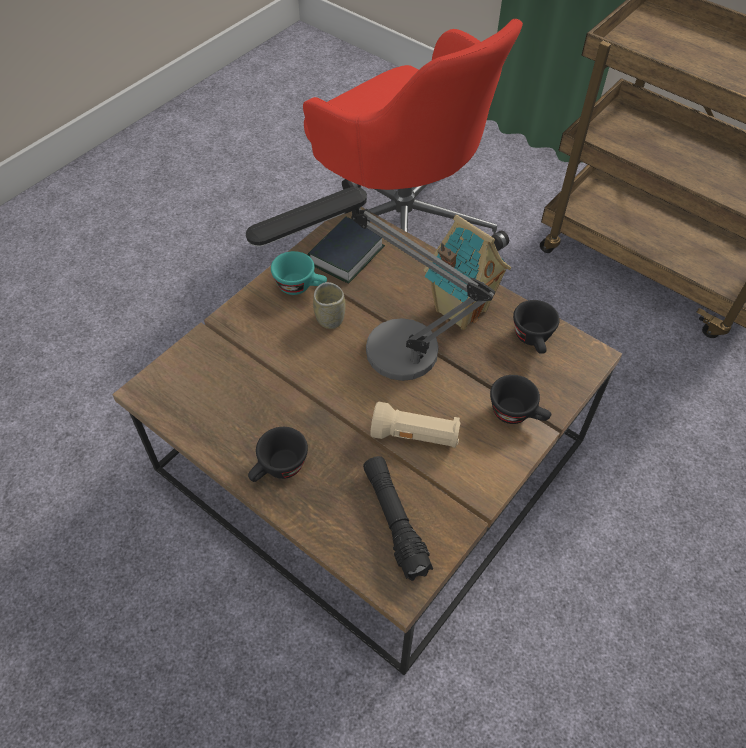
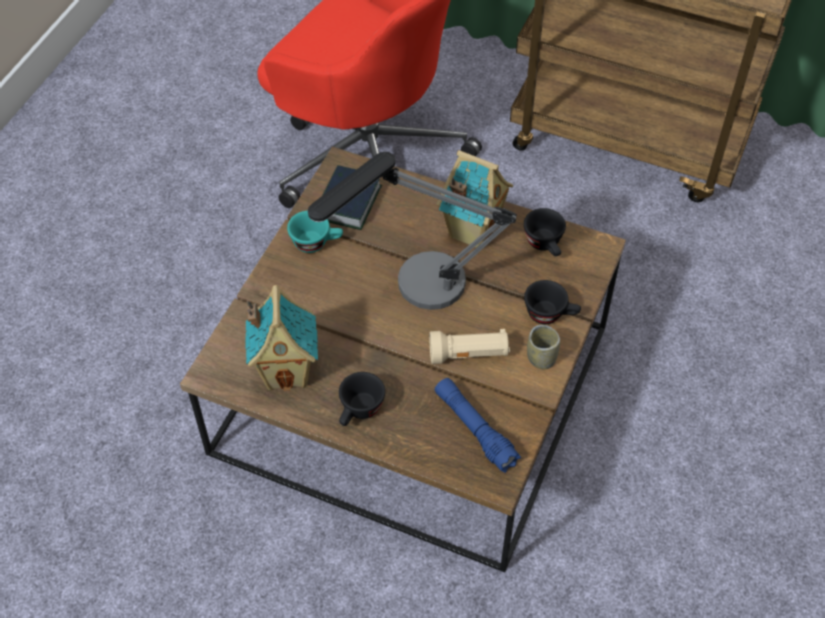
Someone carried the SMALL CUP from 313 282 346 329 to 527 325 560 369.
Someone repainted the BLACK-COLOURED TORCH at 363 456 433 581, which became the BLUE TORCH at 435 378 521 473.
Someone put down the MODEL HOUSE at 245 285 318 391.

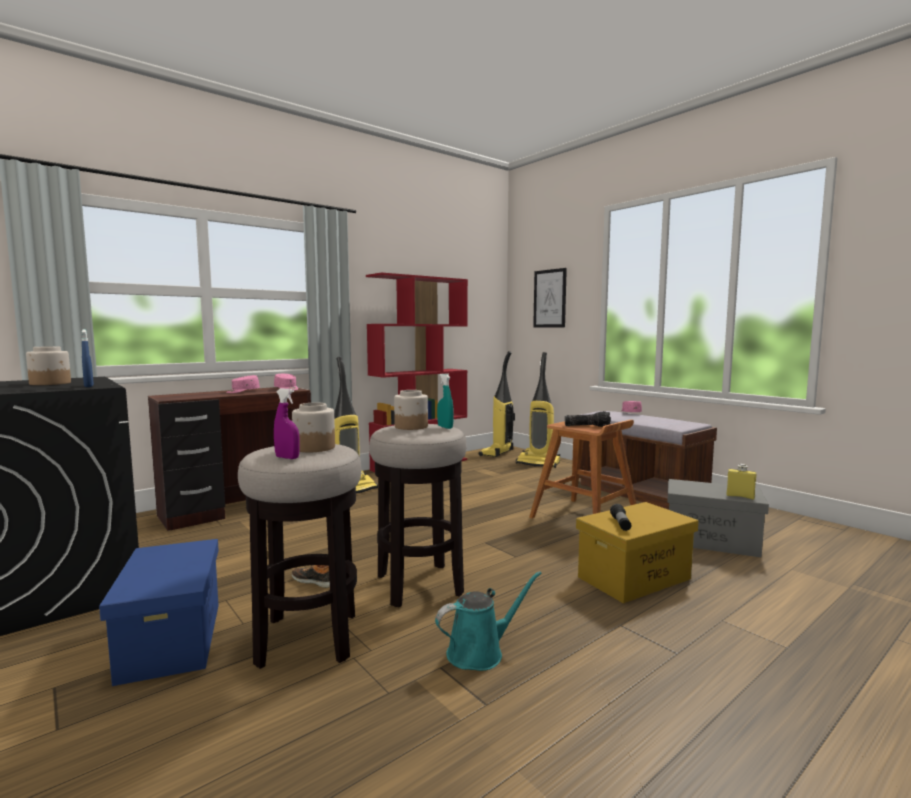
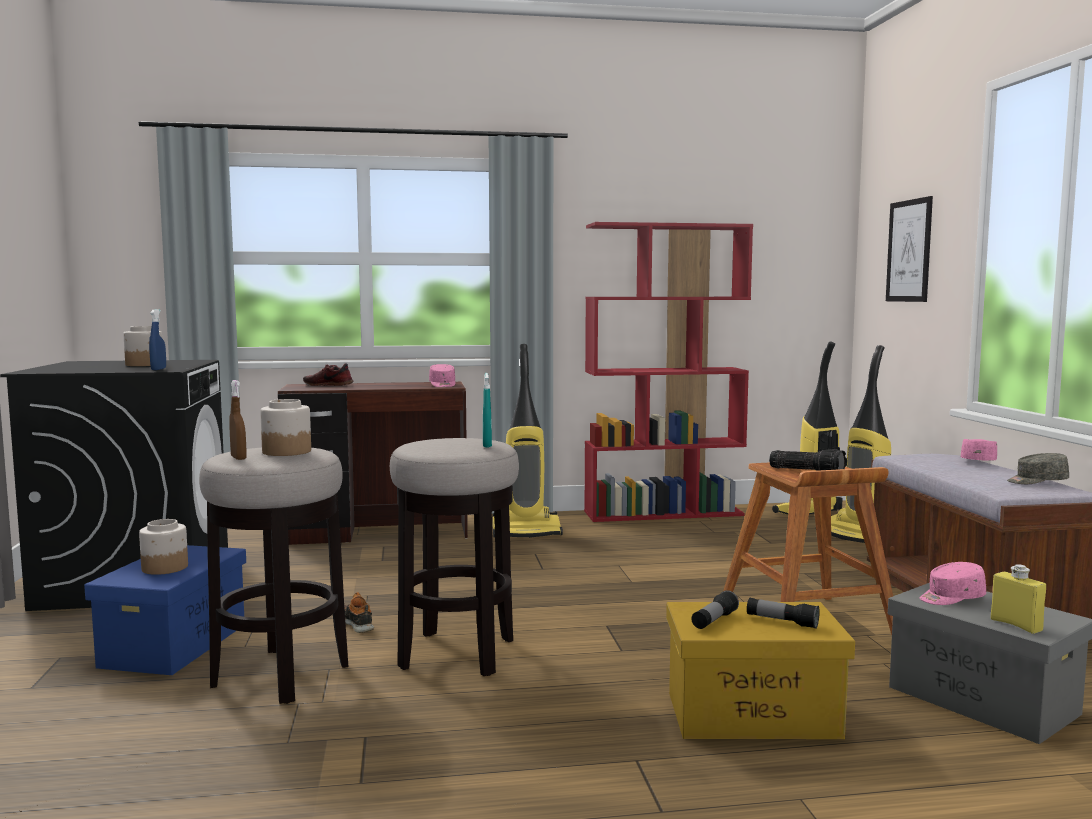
Someone carried the PINK BASEBALL CAP from 226 375 260 393 to 920 562 986 605.
Someone repainted the PURPLISH SPRAYER at 274 388 300 459, which became the BROWN-COLOURED SPRAYER at 229 380 246 460.
Someone carried the STORAGE JAR from 394 390 428 430 to 139 519 188 575.
Someone took away the TURQUOISE WATERING POT at 435 571 542 671.
Someone put down the SHOE at 303 363 353 386.
Someone put down the GREYISH BASEBALL CAP at 1007 453 1069 484.
Someone put down the TORCH at 747 598 820 629.

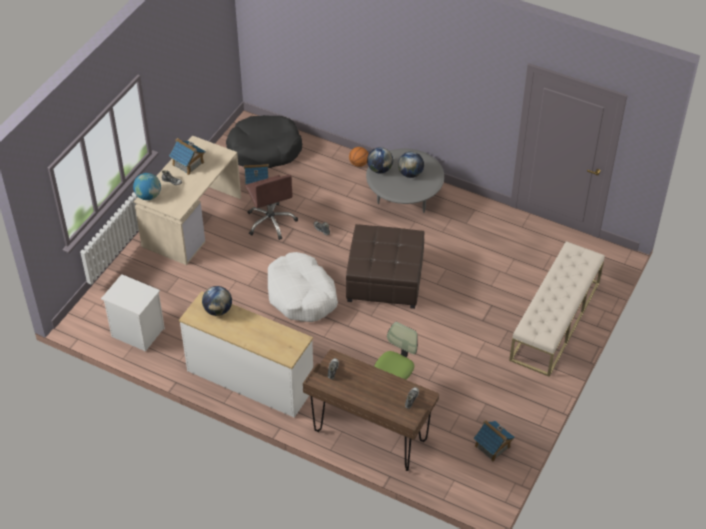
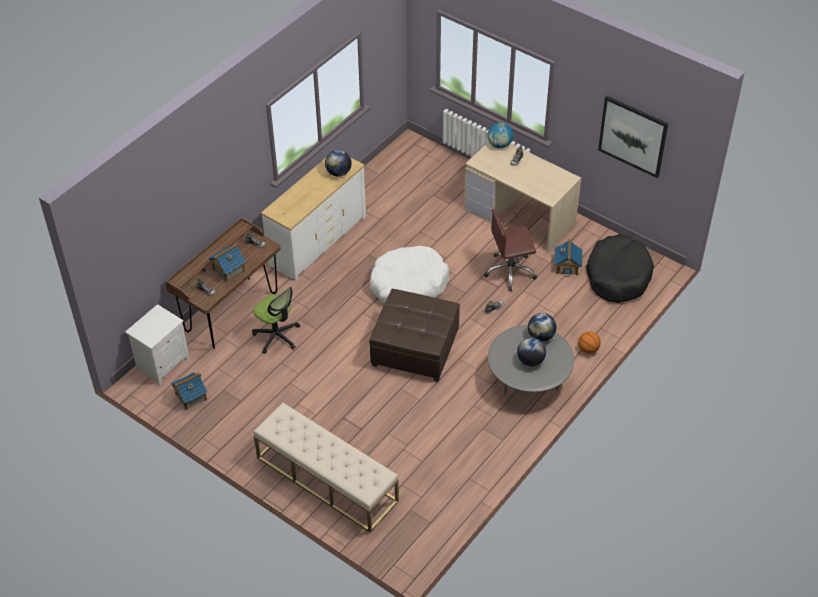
Someone carried the MODEL HOUSE from 169 138 206 175 to 208 243 246 282.
Someone carried the WHITE-COLOURED NIGHT TABLE from 101 274 165 352 to 125 304 190 385.
Someone put up the WALL ART at 598 96 668 178.

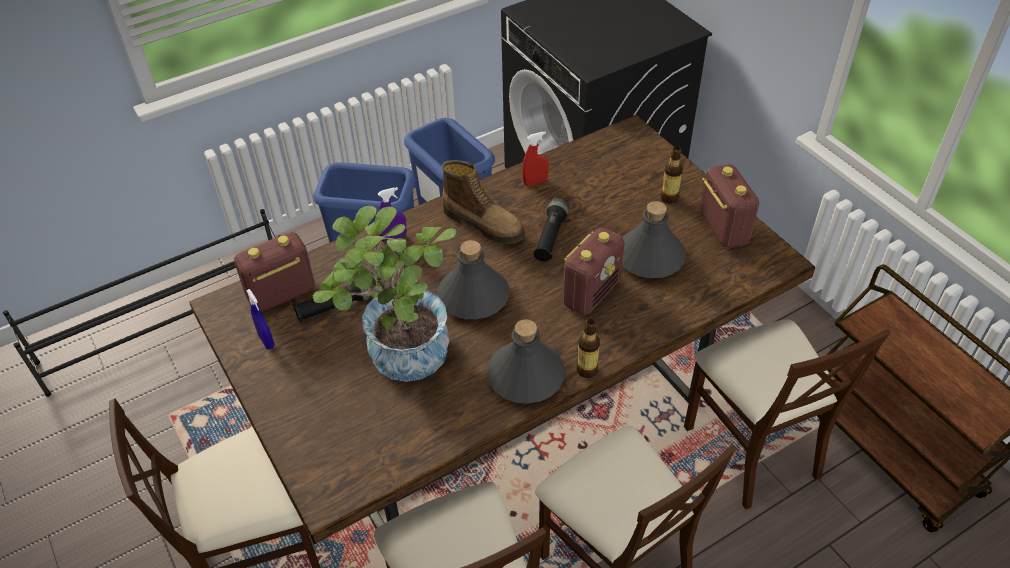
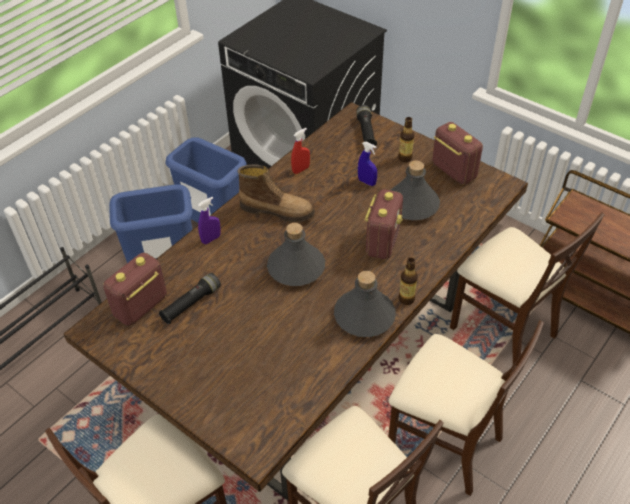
Someone carried the BLACK-COLOURED TORCH from 534 197 569 262 to 356 105 377 146.
Someone took away the HOUSEPLANT at 313 206 456 382.
Someone carried the BLUE SPRAYER from 246 289 275 349 to 358 142 377 186.

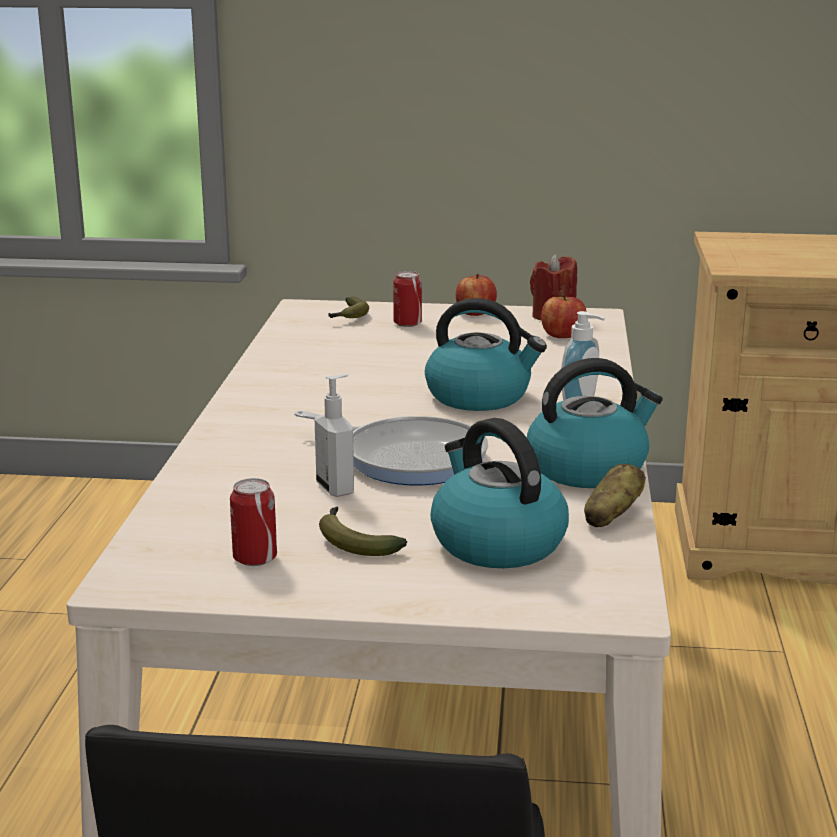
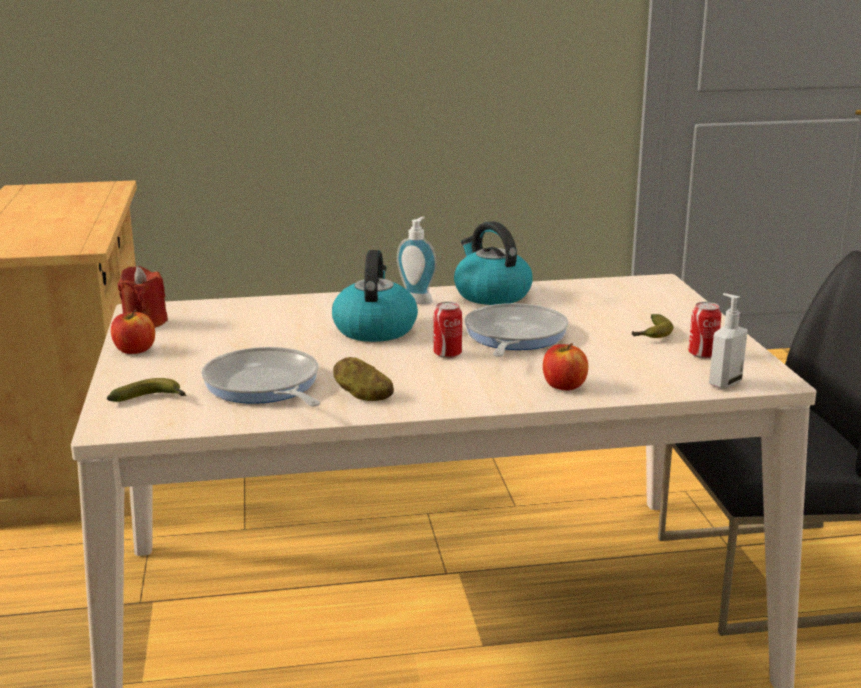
Someone carried the SEALED CAN from 393 271 422 327 to 434 302 462 358.
Someone carried the WHOLE APPLE from 541 294 587 338 to 543 343 588 391.
Someone carried the LIQUID SOAP BOTTLE from 315 374 354 497 to 709 293 748 389.
Someone took away the WATER KETTLE at 430 418 569 568.
Someone carried the SPUD from 584 464 646 527 to 333 357 394 401.
Someone put down the SKILLET at 201 347 320 407.

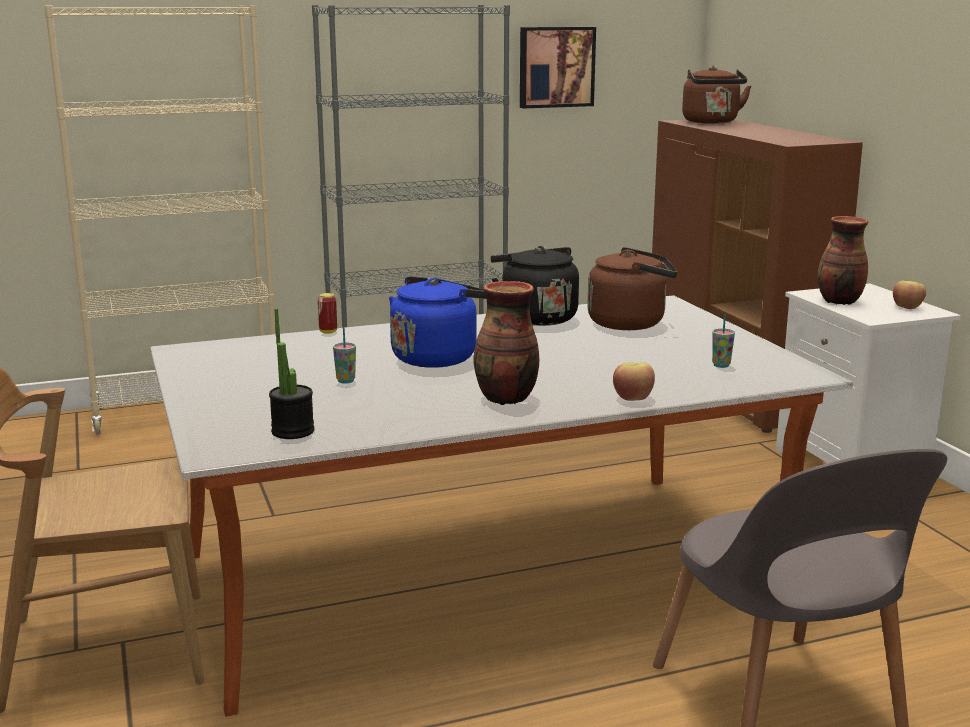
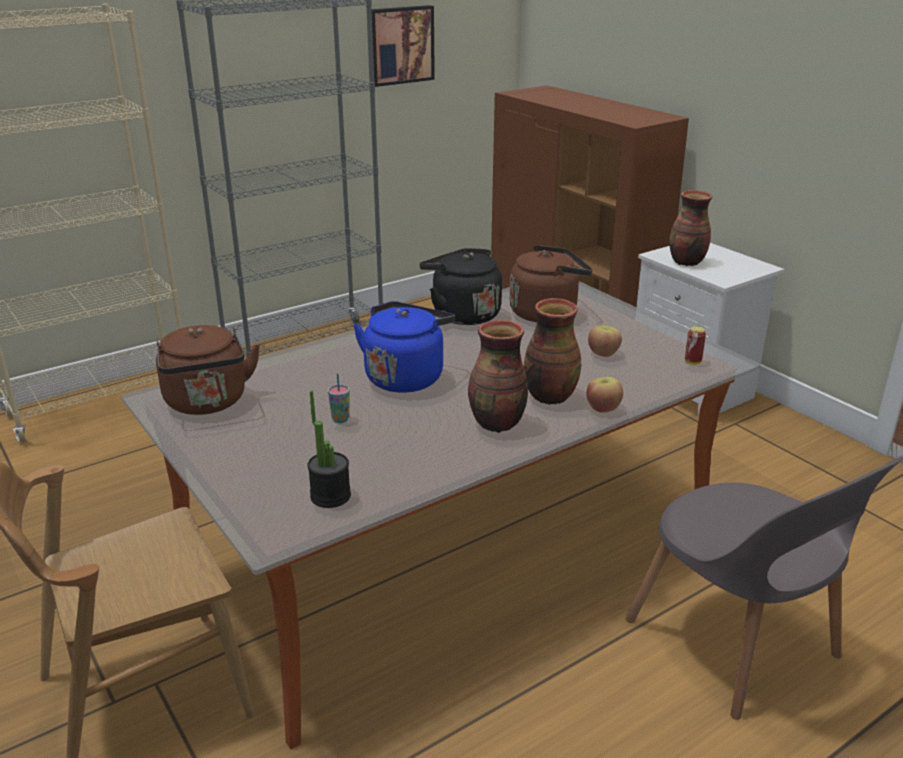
Someone carried the BROWN-COLOURED WATER KETTLE from 682 66 751 124 to 156 325 260 415.
Someone carried the WHOLE APPLE from 893 280 926 309 to 588 325 622 357.
Someone carried the SEALED CAN from 318 293 337 334 to 685 326 706 365.
Someone took away the SMALL CUP at 712 314 735 368.
Someone put down the FLOWER VASE at 524 298 581 405.

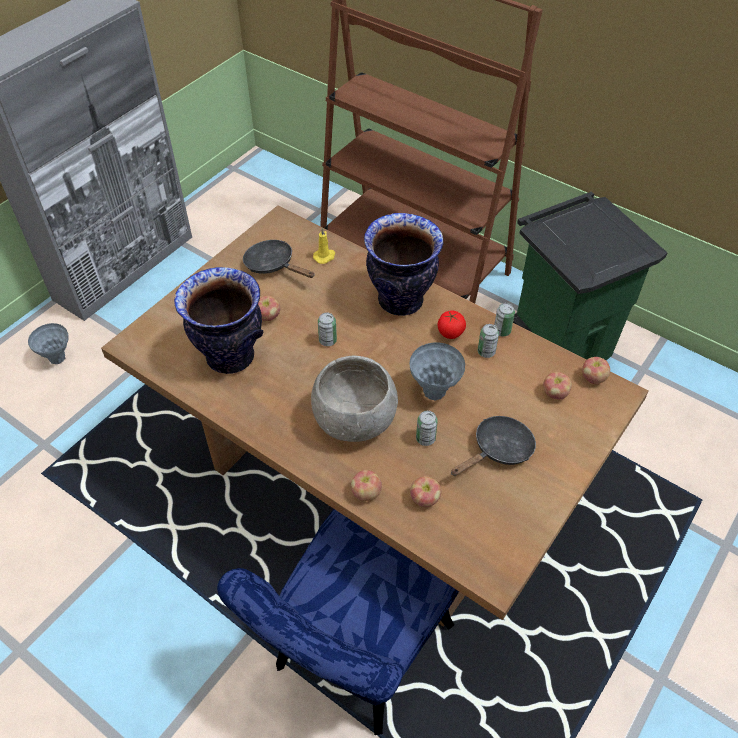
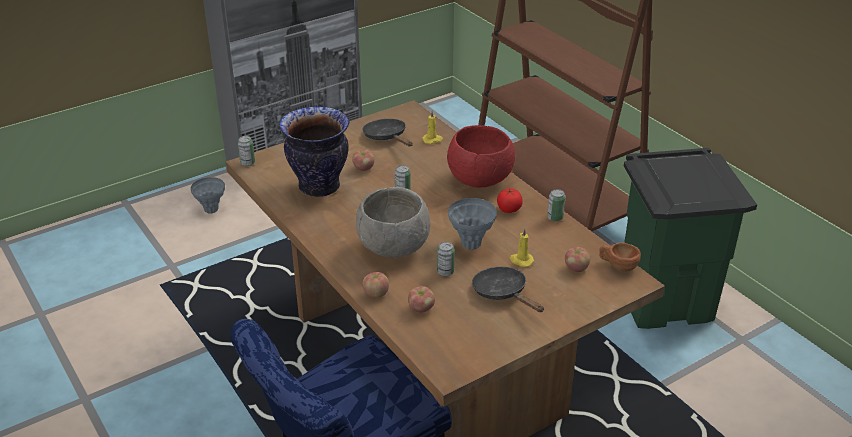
Someone swapped the FLOWER VASE at 364 213 444 316 for the REDDISH SERVING BOWL at 447 125 515 187.
Someone carried the SEALED CAN from 478 324 499 358 to 238 136 255 166.
Someone swapped the WHOLE APPLE at 582 357 610 384 for the BROWN-COLOURED SMALL CUP at 599 242 641 272.
Someone rotated the BLACK-COLOURED SKILLET at 451 416 536 476 by 105 degrees counterclockwise.
Someone put down the YELLOWISH WAX LIGHT at 510 228 534 267.

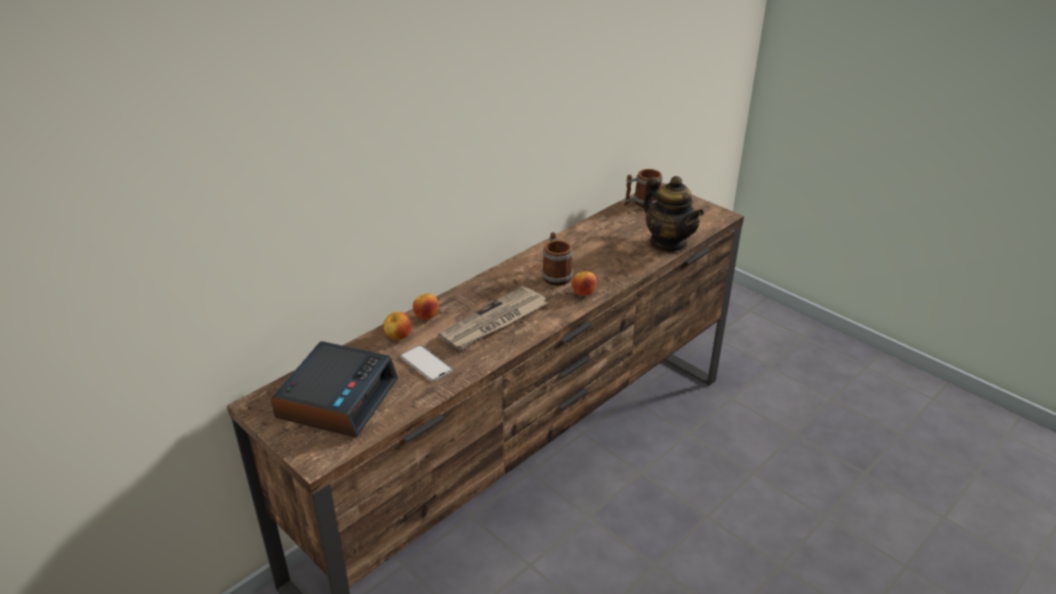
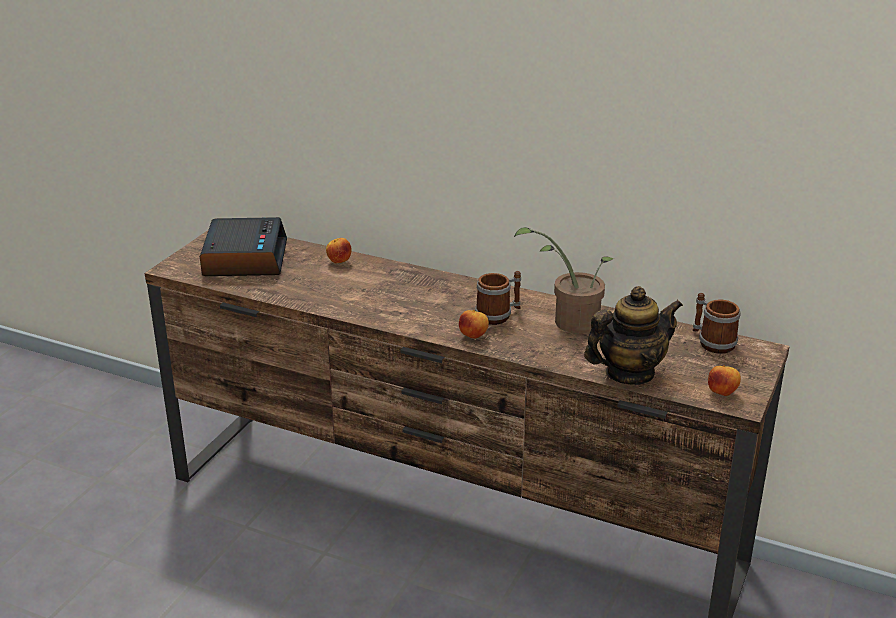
Someone rotated the POT FOR TEA at 643 176 704 251 by 150 degrees counterclockwise.
Someone took away the PRINTED PAPER at 438 286 547 351.
Someone carried the WHOLE APPLE from 413 294 438 320 to 708 365 741 396.
Someone rotated the BEDSIDE CLOCK at 271 341 398 438 by 90 degrees counterclockwise.
Someone took away the HANDSET at 400 345 452 382.
Someone put down the HOUSEPLANT at 514 227 614 334.

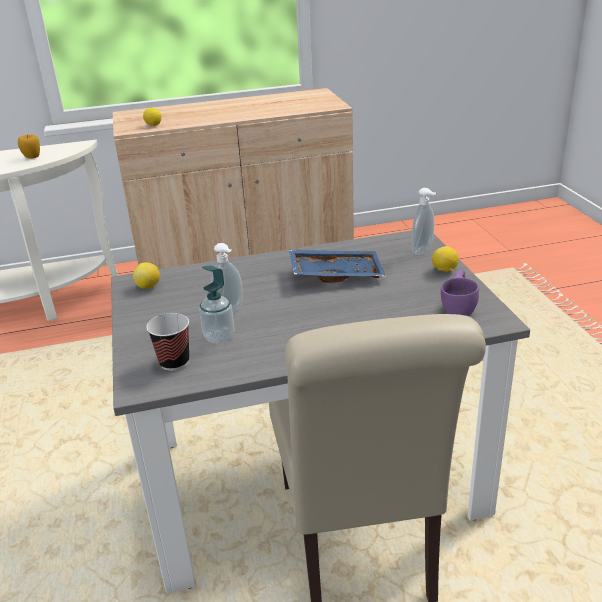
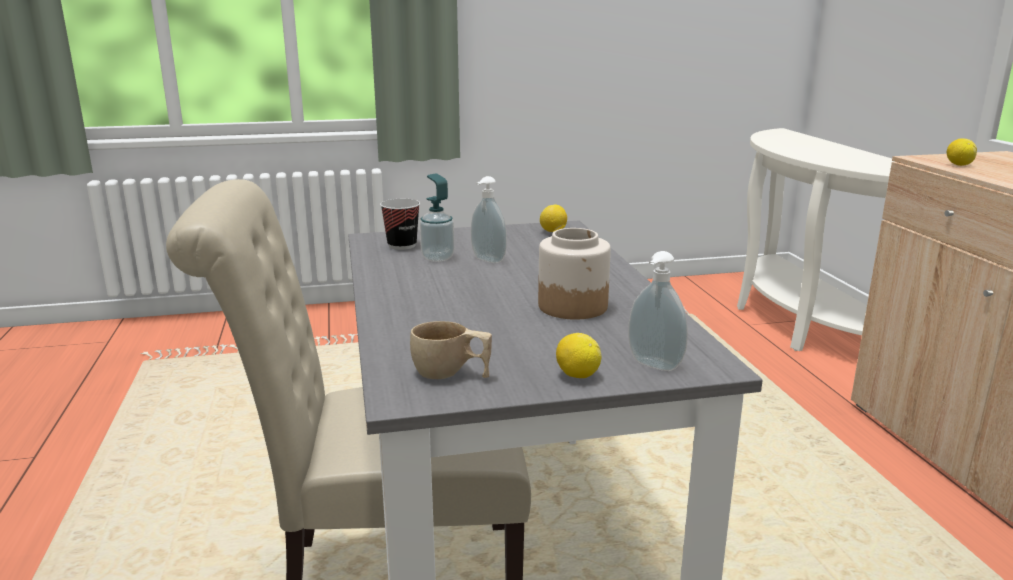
Someone took away the WHOLE APPLE at 18 134 40 158.
Someone swapped the BLUE SERVING TRAY at 289 249 386 283 for the STORAGE JAR at 538 228 611 320.
Someone repainted the PURPLISH SMALL CUP at 441 270 479 316, which became the BEIGE SMALL CUP at 410 321 492 379.

